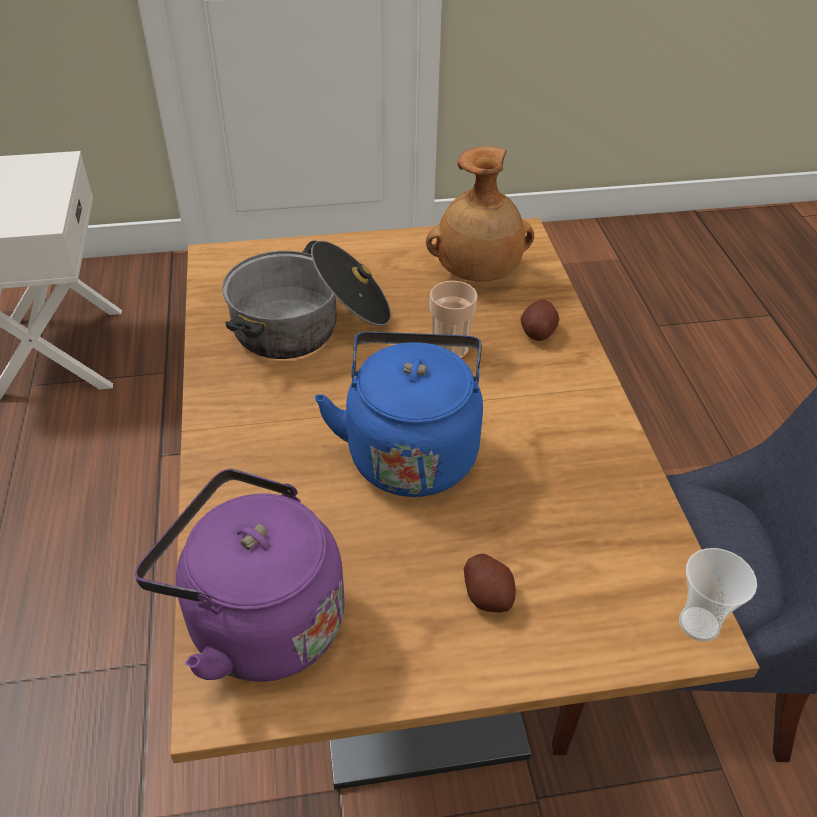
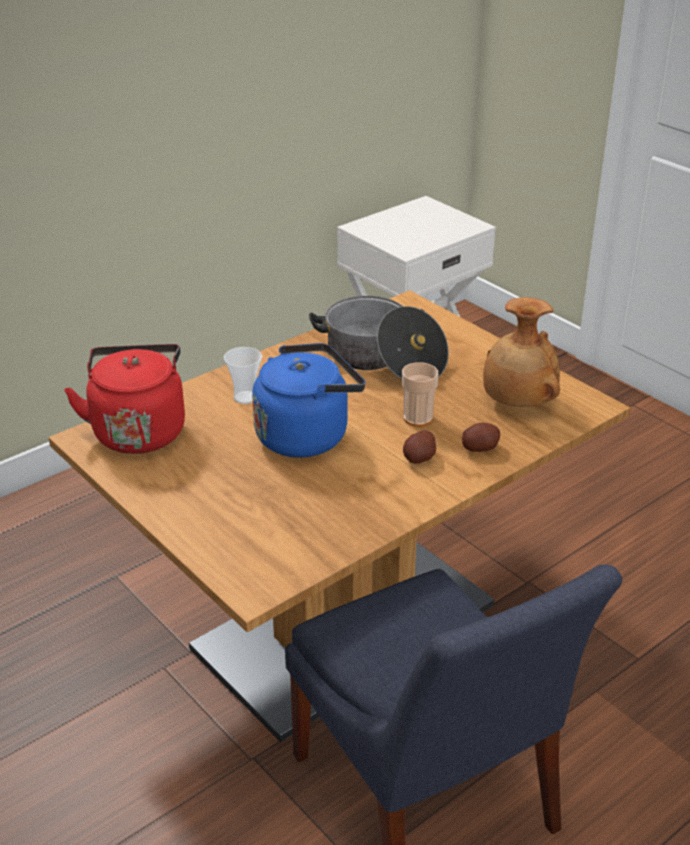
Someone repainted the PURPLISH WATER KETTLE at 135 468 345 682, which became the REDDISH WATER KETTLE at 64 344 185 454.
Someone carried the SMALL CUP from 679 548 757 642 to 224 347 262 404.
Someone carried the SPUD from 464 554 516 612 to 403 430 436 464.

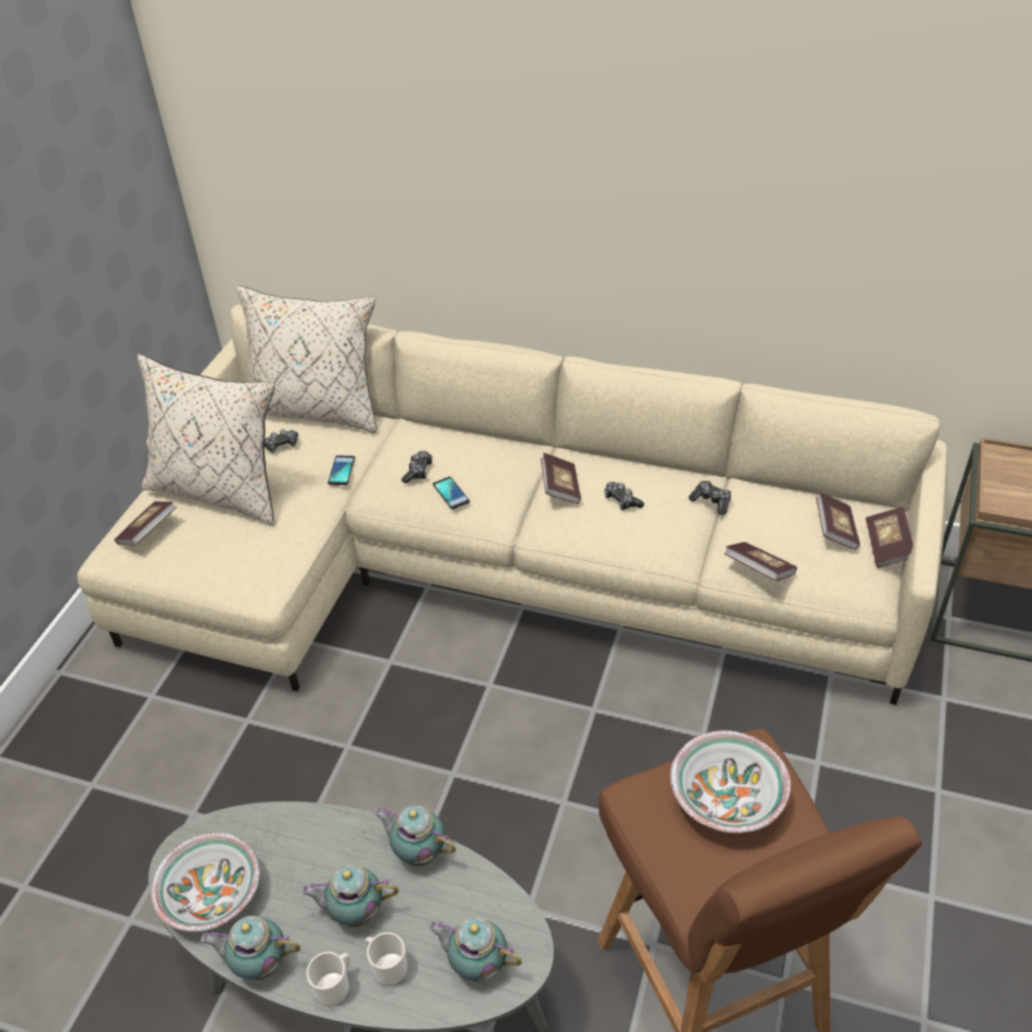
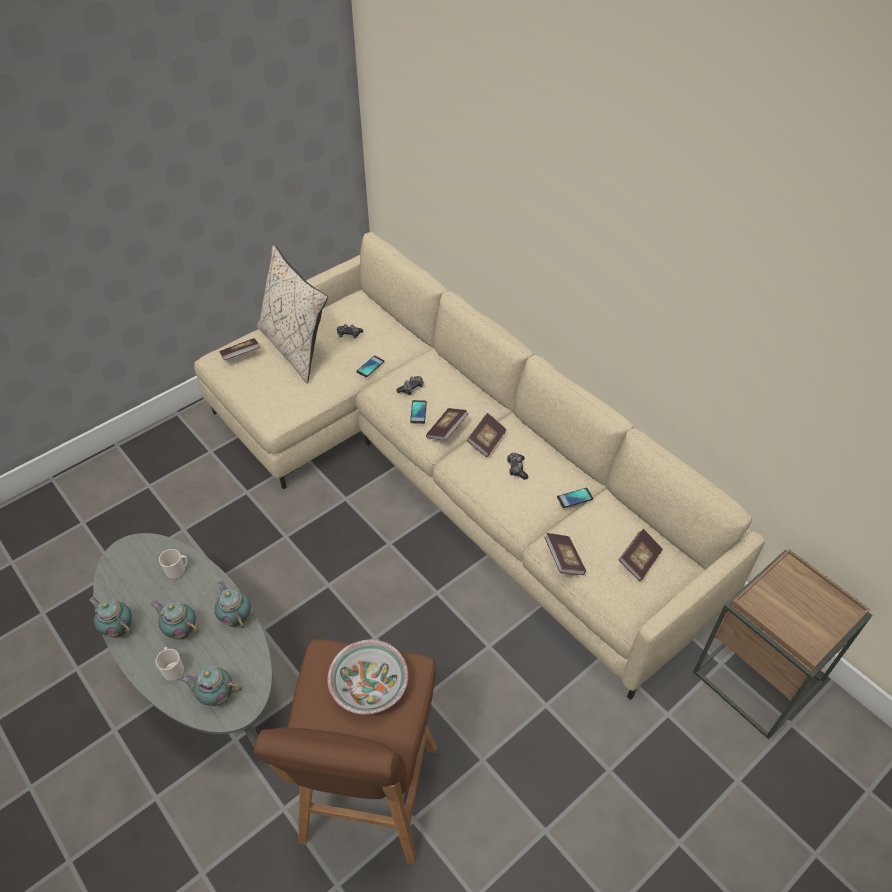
Someone took away the BEIGE THROW PILLOW at 236 286 377 433.
Someone swapped the GAMEPAD at 689 481 731 515 for the HANDSET at 557 488 593 508.
Someone carried the BOOK from 866 506 913 568 to 426 408 469 440.
Someone took away the SERVING BOWL at 151 832 260 932.
Someone rotated the POT FOR TEA at 428 917 522 981 by 45 degrees counterclockwise.
Someone carried the TEA MUG from 306 952 350 1006 to 159 549 187 579.

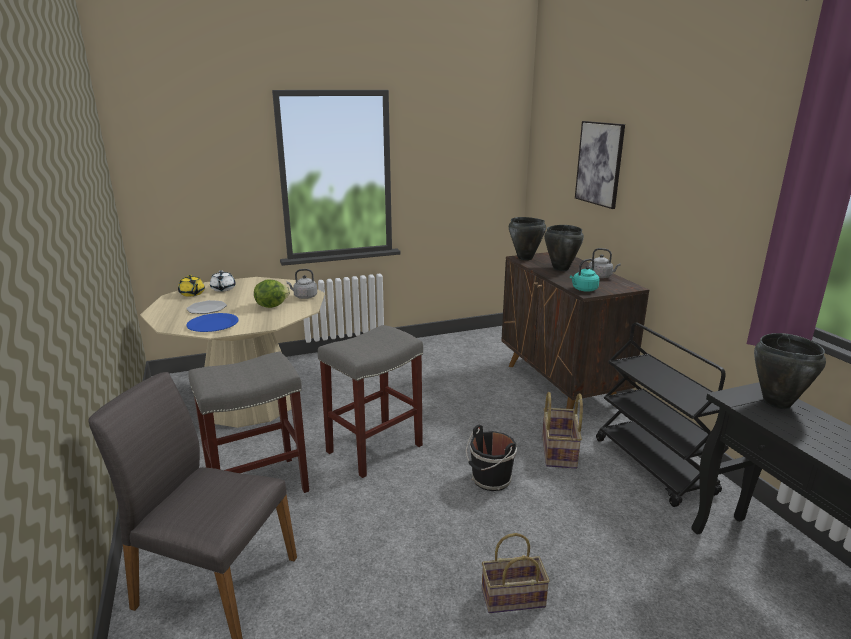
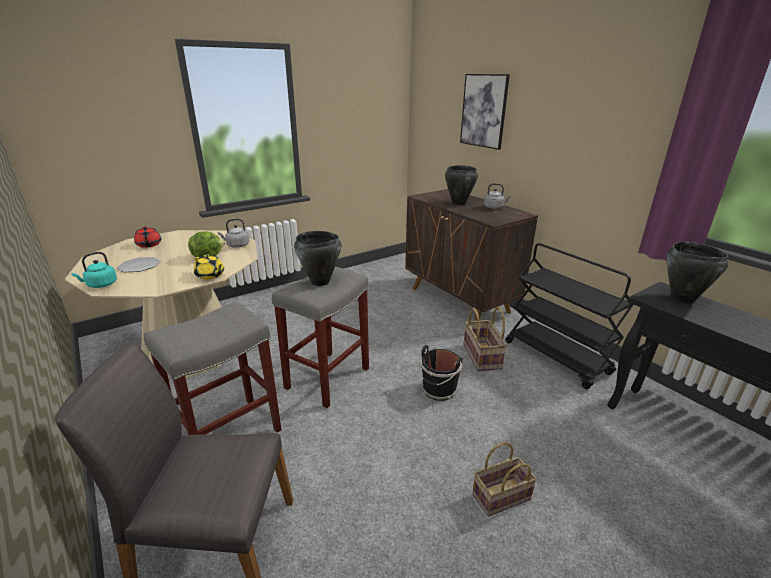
Someone carried the BLACK-COLOURED STOCKPOT from 509 217 546 260 to 294 231 342 286.
Someone carried the TURQUOISE WATER KETTLE from 570 259 599 292 to 71 252 117 288.
Someone repainted the WHITE-COLOURED POT FOR TEA at 210 270 236 292, which became the REDDISH POT FOR TEA at 134 226 161 248.
Someone carried the YELLOWISH POT FOR TEA from 178 275 205 297 to 194 254 224 279.
Someone took away the BLUE DINNER PLATE at 186 313 239 332.

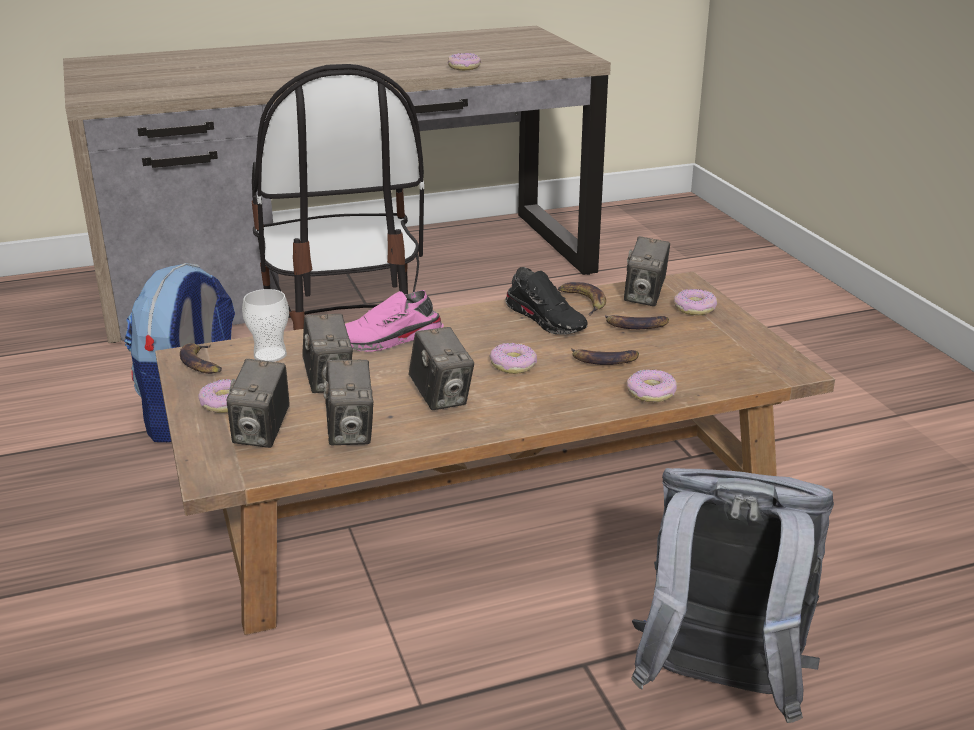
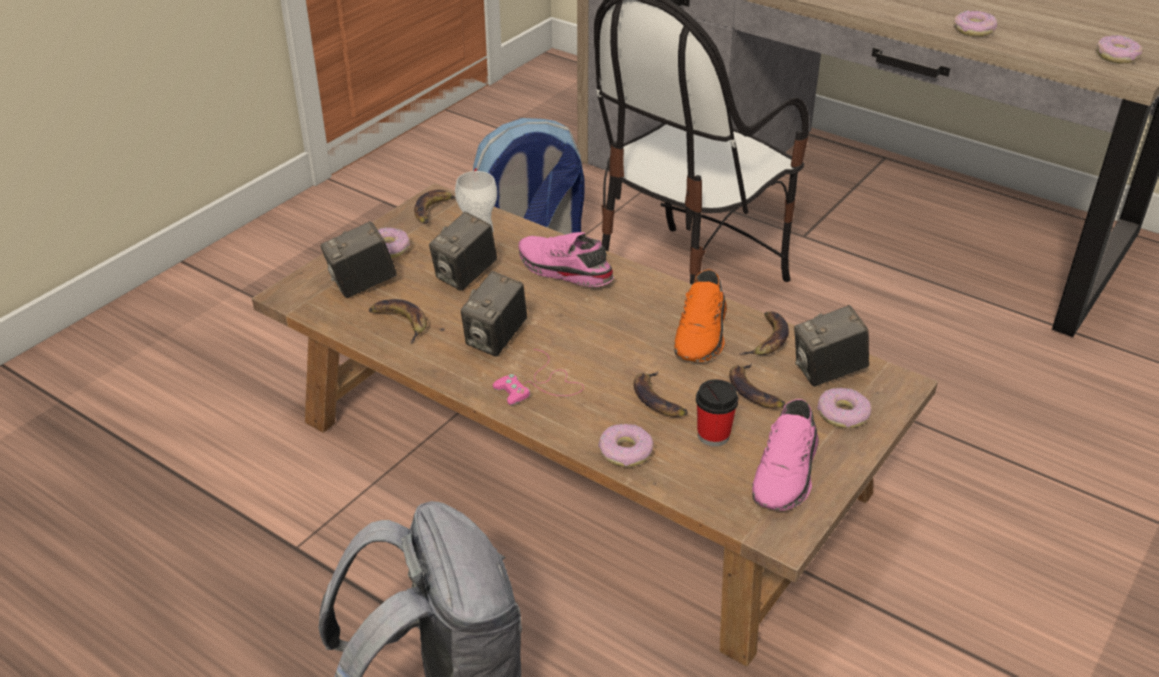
Someone repainted the BLACK-COLOURED SHOE at 505 267 587 335, which became the ORANGE-COLOURED SHOE at 674 269 727 362.
Someone carried the DONUT from 490 343 537 374 to 1097 35 1143 64.
Someone swapped the PHOTO CAMERA at 324 360 373 445 for the WHOLE BANANA at 368 299 427 344.
Someone put down the PINK GAMEPAD at 493 349 584 405.
Someone put down the SMALL CUP at 696 379 738 447.
Someone put down the PINK SHOE at 752 399 819 511.

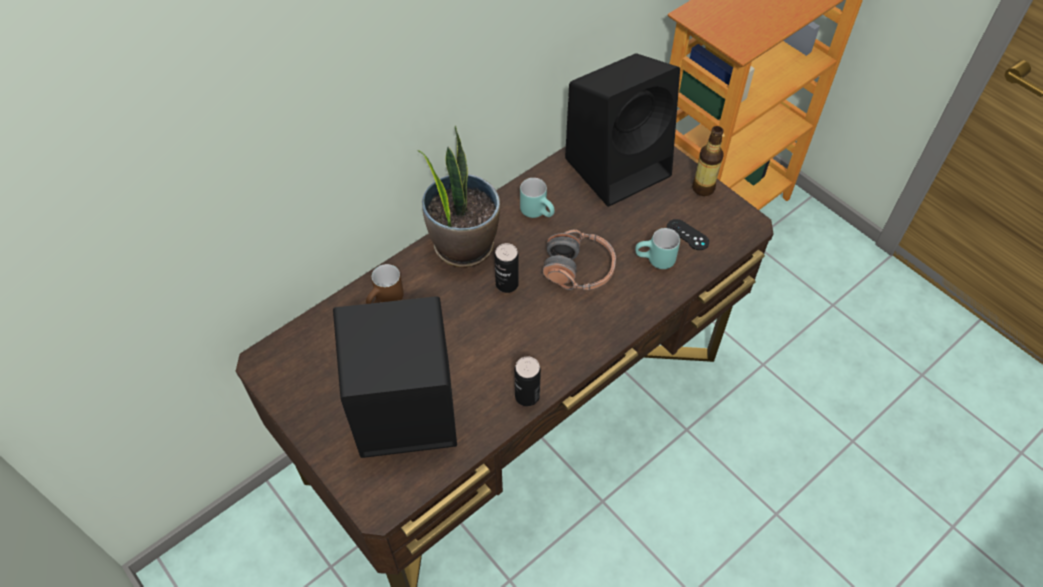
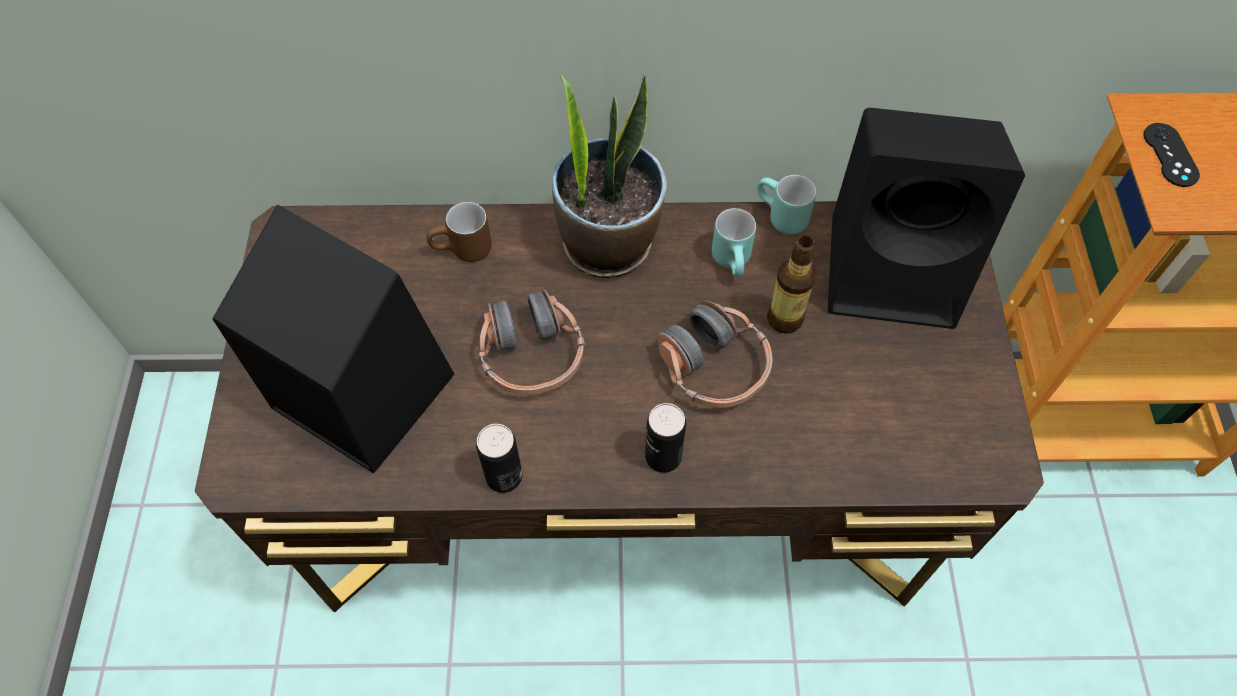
Someone carried the BOTTLE from 692 126 724 196 to 767 235 816 334.
Someone carried the BLACK-COLOURED GAMEPAD from 667 219 709 250 to 1143 123 1200 187.
Someone carried the TURQUOISE TEA MUG from 635 228 680 269 to 758 175 816 235.
Someone carried the SEALED CAN from 495 243 519 293 to 645 403 686 473.
Someone put down the PAIR OF HEADPHONES at 479 289 585 395.

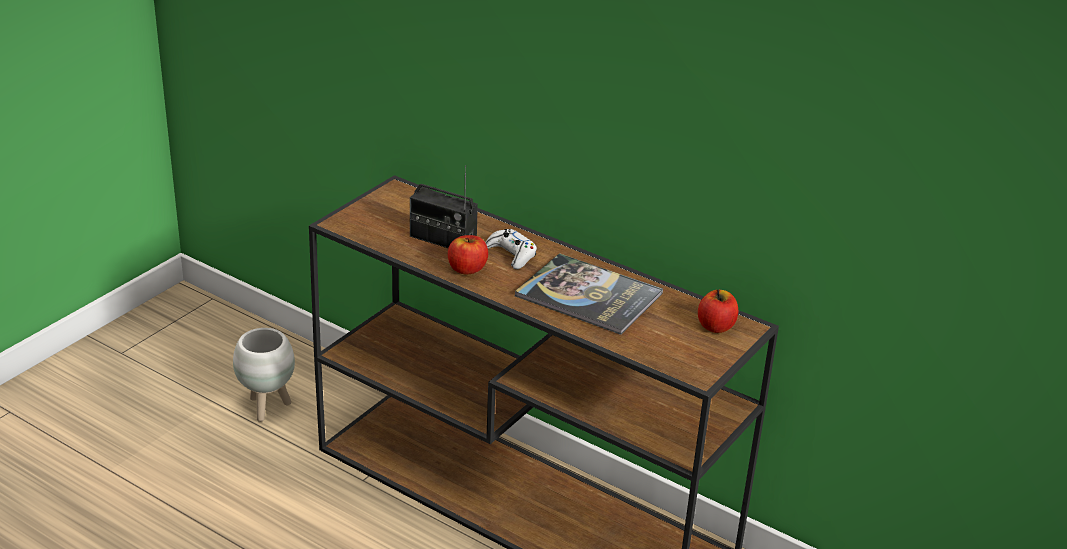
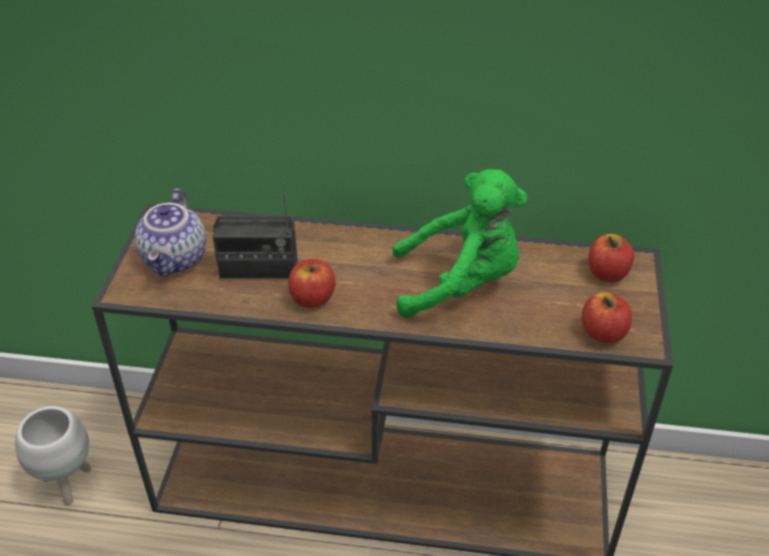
Someone took away the WHITE-COLOURED GAMEPAD at 485 229 537 269.
Someone swapped the BOOK at 515 253 663 335 for the GREEN-COLOURED PLUSH TOY at 392 169 527 318.
Someone put down the POT FOR TEA at 135 188 206 277.
Someone put down the WHOLE APPLE at 582 292 632 343.

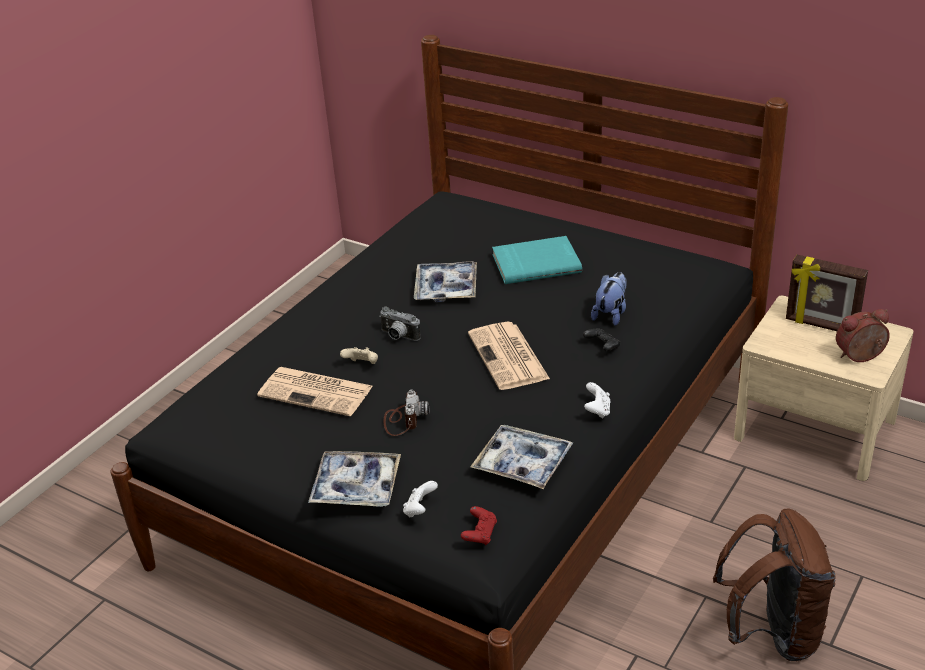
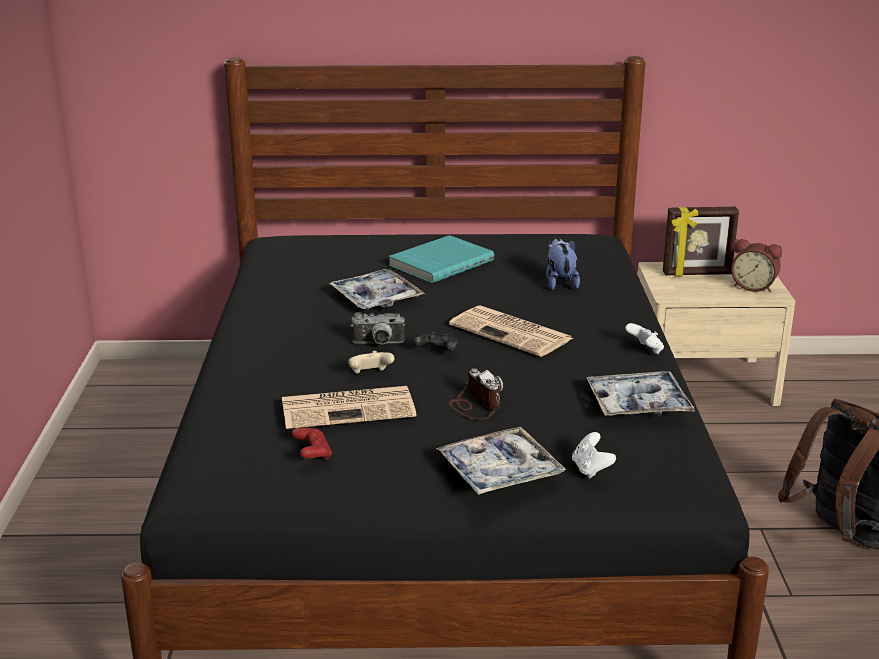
Someone rotated the BEDSIDE CLOCK at 836 309 890 362 by 105 degrees counterclockwise.
Someone carried the BLACK-COLOURED GAMEPAD from 583 328 620 351 to 413 332 458 352.
Someone carried the REDDISH GAMEPAD from 461 506 497 545 to 292 427 332 460.

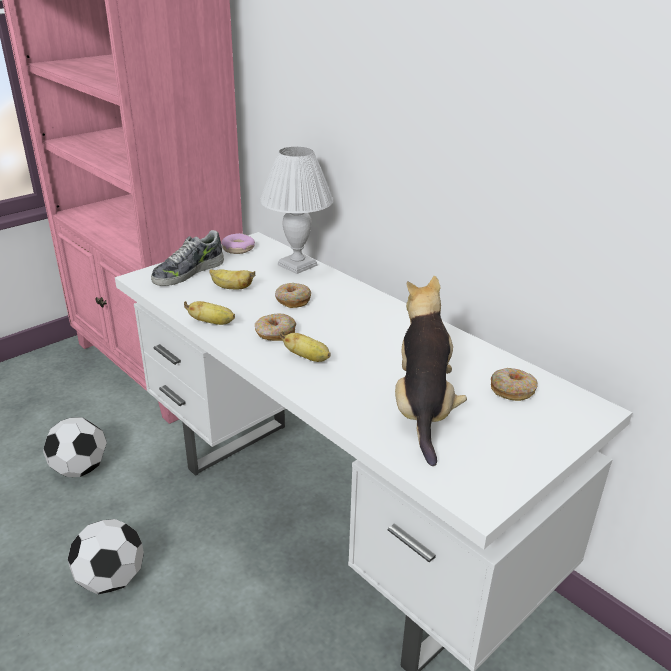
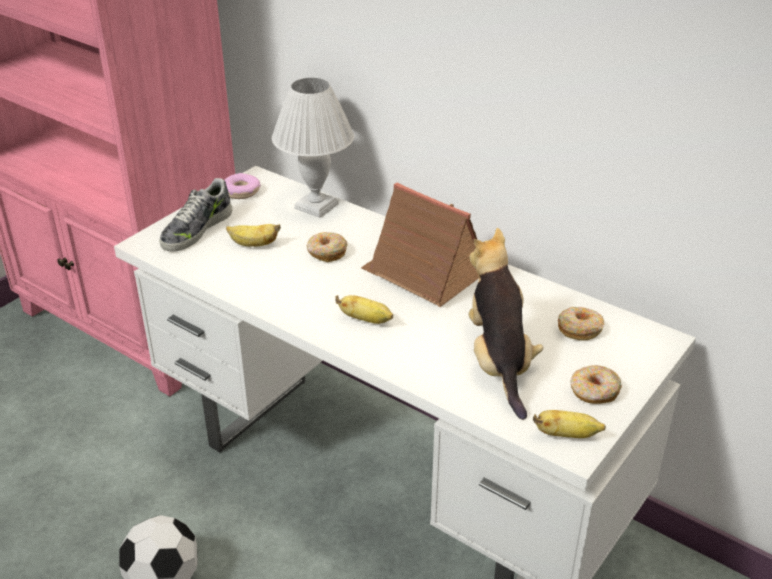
Someone carried the WHOLE BANANA from 184 301 235 325 to 533 410 606 438.
Someone carried the DONUT from 255 313 296 341 to 570 365 622 404.
Someone took away the BALL FOR FOOTBALL at 43 417 107 477.
Someone put down the MODEL HOUSE at 361 183 479 307.

